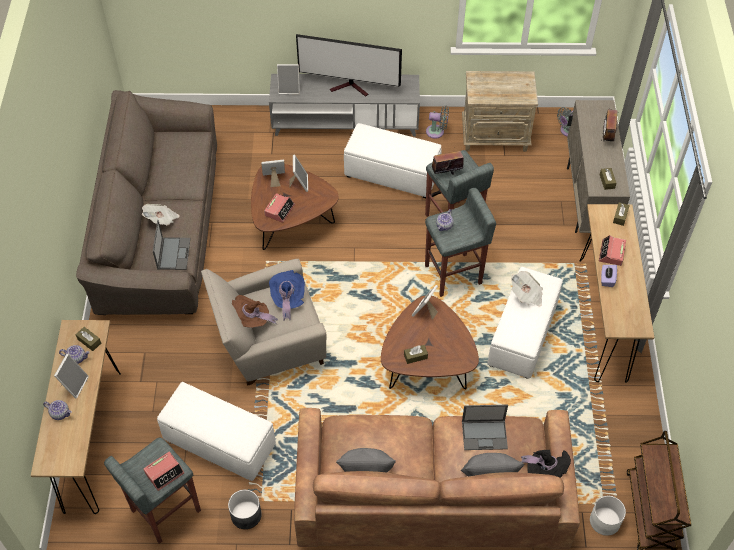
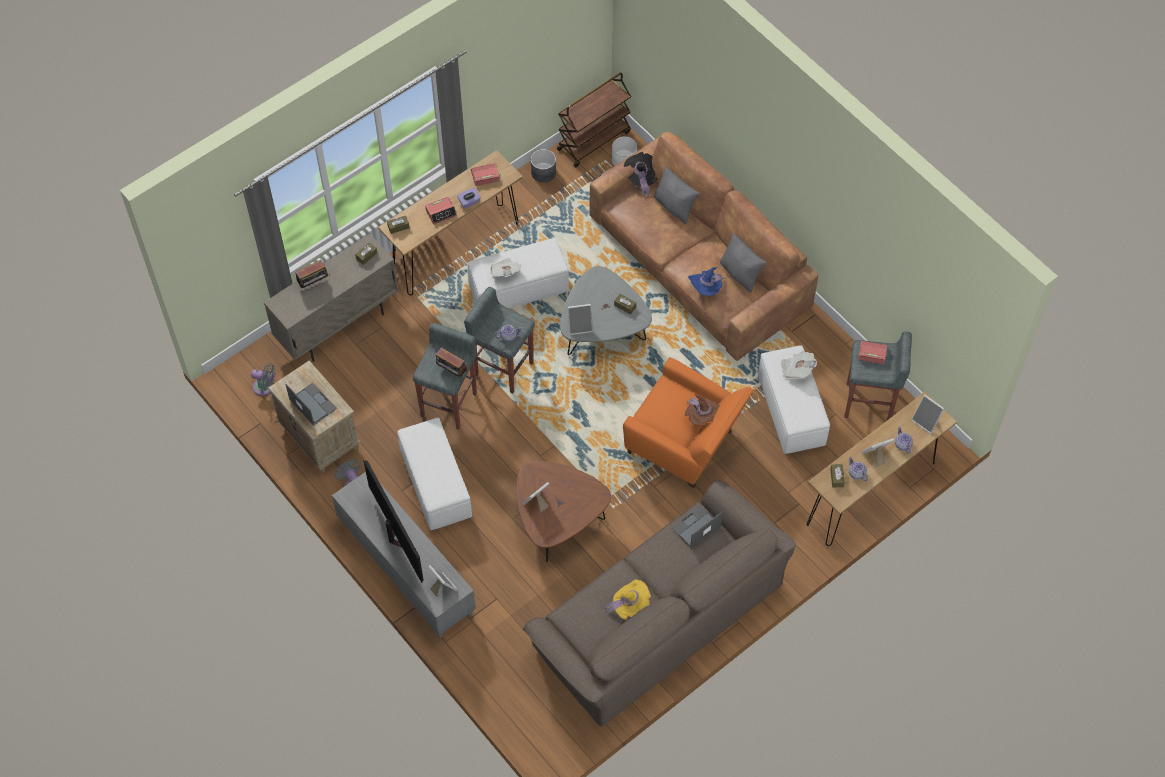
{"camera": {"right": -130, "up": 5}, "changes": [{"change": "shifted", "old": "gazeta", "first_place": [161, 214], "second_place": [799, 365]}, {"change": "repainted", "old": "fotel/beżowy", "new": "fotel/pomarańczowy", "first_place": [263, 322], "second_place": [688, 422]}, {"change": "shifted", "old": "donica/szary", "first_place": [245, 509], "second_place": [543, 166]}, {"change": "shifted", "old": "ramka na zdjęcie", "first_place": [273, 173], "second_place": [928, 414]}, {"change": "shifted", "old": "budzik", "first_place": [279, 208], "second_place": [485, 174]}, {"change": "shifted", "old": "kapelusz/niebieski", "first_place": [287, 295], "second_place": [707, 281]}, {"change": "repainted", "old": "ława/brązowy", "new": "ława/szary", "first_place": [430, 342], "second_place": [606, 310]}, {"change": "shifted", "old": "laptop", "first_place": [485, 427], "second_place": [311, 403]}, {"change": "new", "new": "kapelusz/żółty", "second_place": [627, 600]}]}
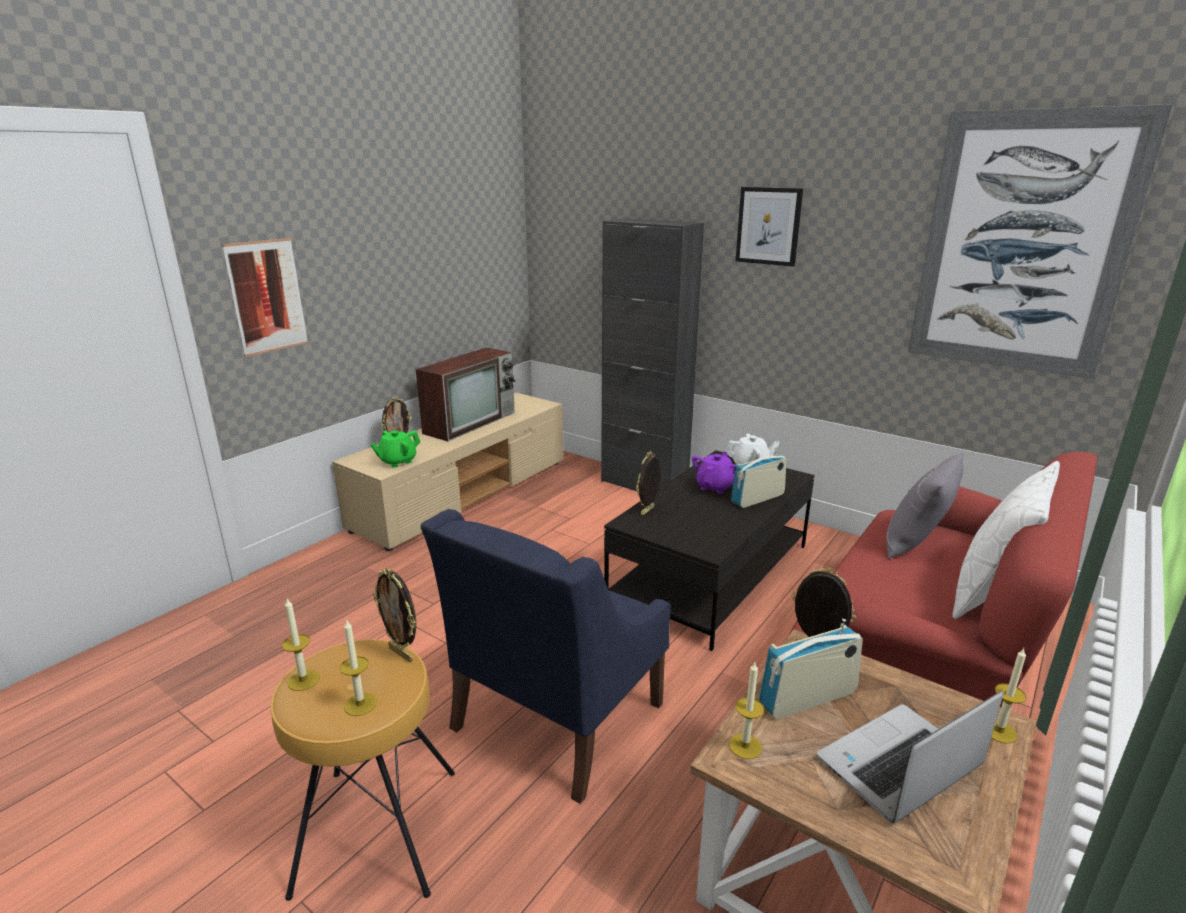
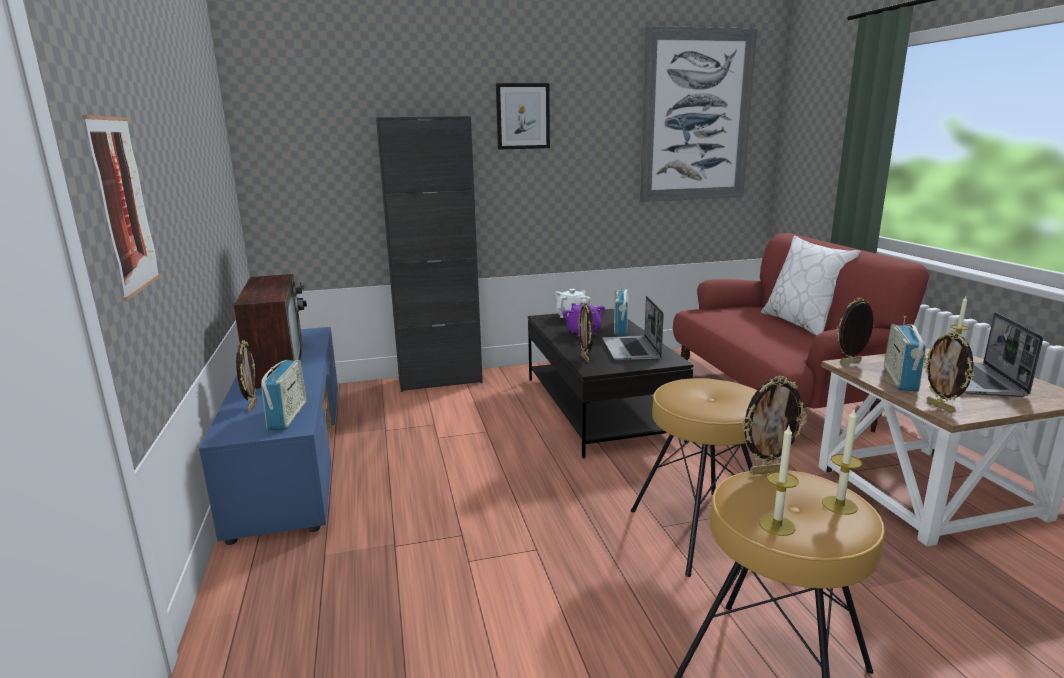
{"camera": {"right": -50, "up": -5}, "changes": [{"change": "repainted", "old": "szafka pod telewizor/beżowy", "new": "szafka pod telewizor/niebieski", "first_place": [448, 472], "second_place": [268, 436]}, {"change": "swapped", "old": "imbryk/zielony", "new": "radio", "first_place": [395, 449], "second_place": [284, 395]}, {"change": "swapped", "old": "fotel/niebieski", "new": "stołek/brązowy", "first_place": [545, 656], "second_place": [694, 477]}, {"change": "swapped", "old": "świeca", "new": "ramka na zdjęcie", "first_place": [746, 710], "second_place": [949, 372]}, {"change": "gone", "old": "poduszka/szary", "first_place": [925, 506]}, {"change": "new", "new": "laptop", "second_place": [633, 328]}]}
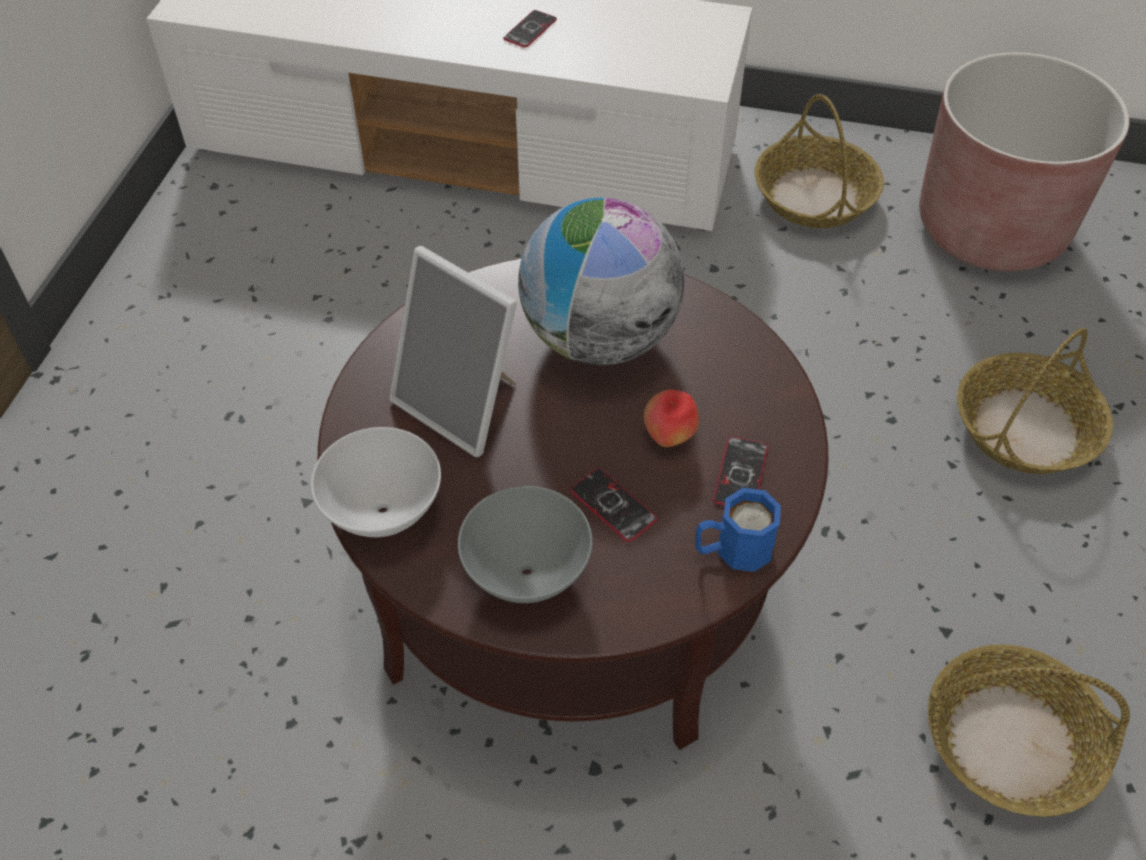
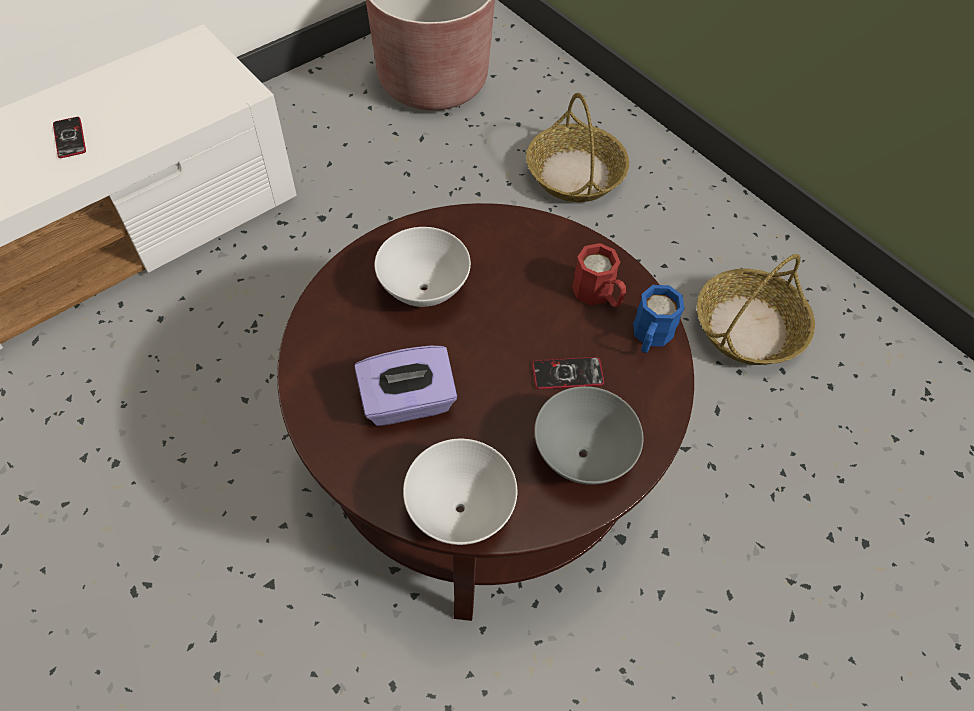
{"camera": {"right": -55, "up": 5}, "changes": [{"change": "swapped", "old": "ramka na zdjęcie", "new": "pudełko chusteczek/fioletowy", "first_place": [453, 351], "second_place": [406, 386]}, {"change": "swapped", "old": "globus", "new": "miska/biały", "first_place": [601, 281], "second_place": [422, 267]}, {"change": "gone", "old": "jabłko", "first_place": [671, 418]}, {"change": "swapped", "old": "telefon", "new": "kubek/czerwony", "first_place": [740, 471], "second_place": [599, 275]}, {"change": "gone", "old": "koszyk", "first_place": [819, 161]}]}
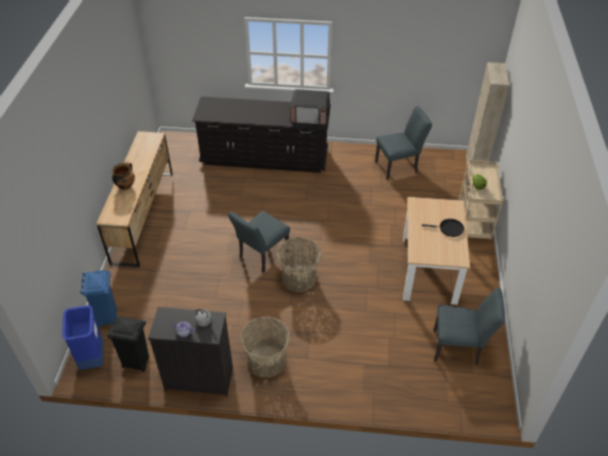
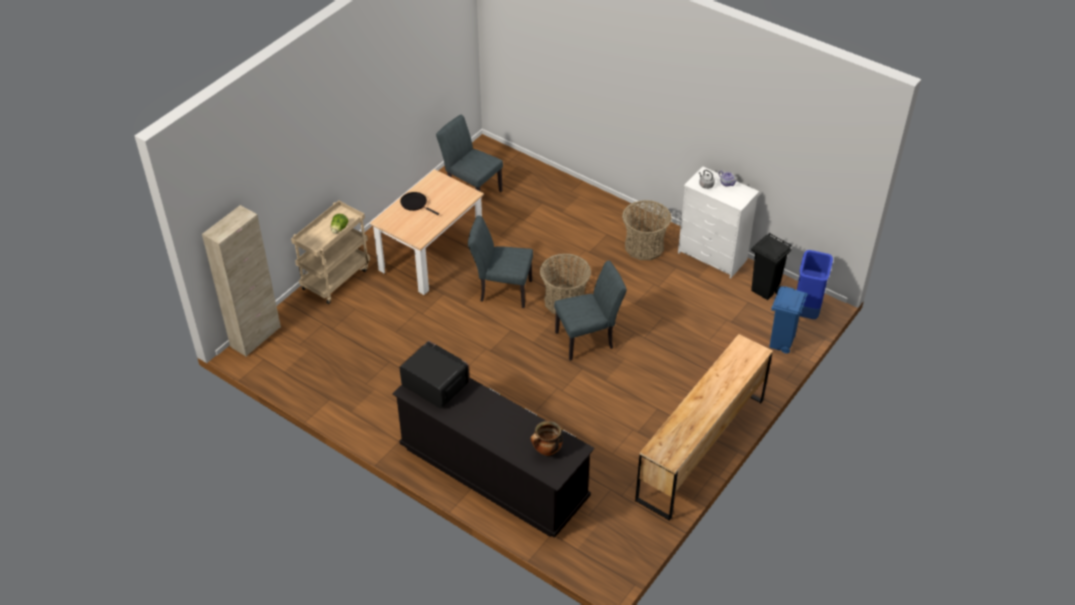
{"camera": {"right": -150, "up": 0}, "changes": [{"change": "shifted", "old": "garnek", "first_place": [123, 176], "second_place": [546, 438]}, {"change": "repainted", "old": "komoda/czarny", "new": "komoda/biały", "first_place": [190, 352], "second_place": [718, 222]}, {"change": "shifted", "old": "krzesło/szary", "first_place": [403, 143], "second_place": [500, 262]}]}
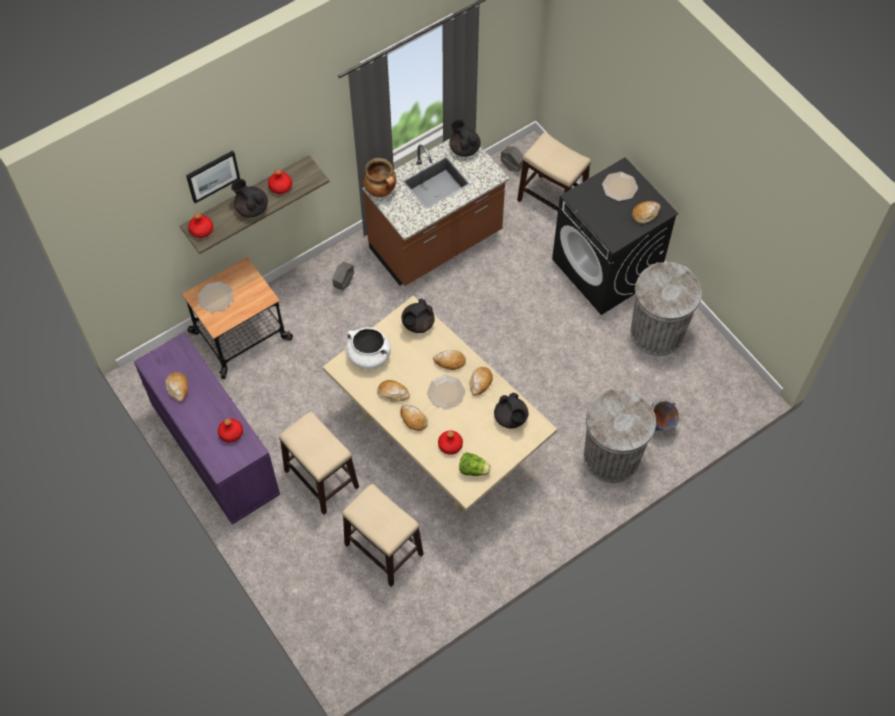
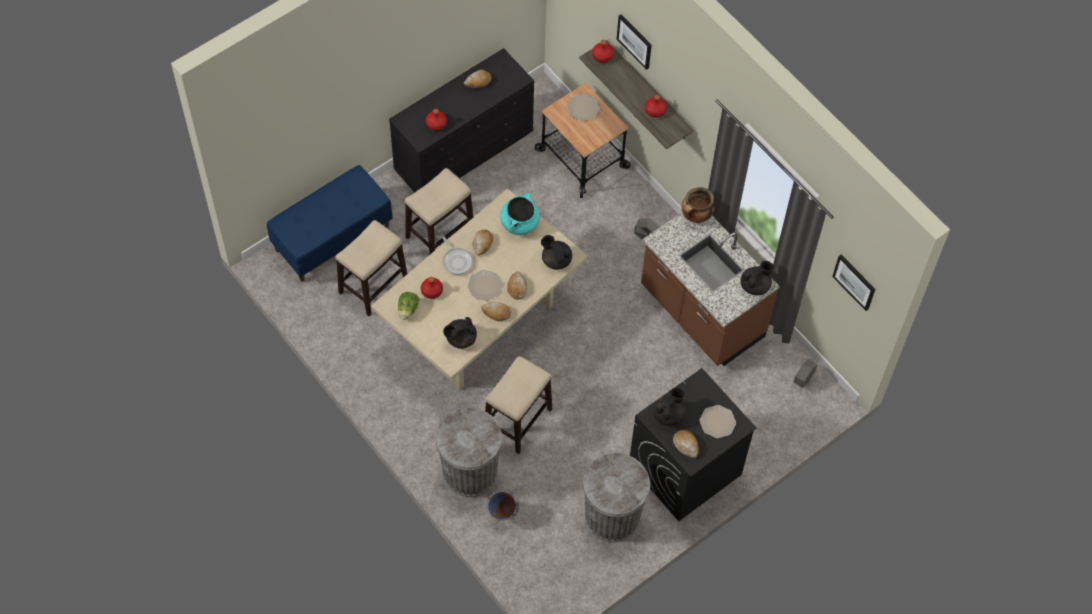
{"camera": {"right": 85, "up": 0}, "changes": [{"change": "repainted", "old": "komoda/fioletowy", "new": "komoda/czarny", "first_place": [207, 429], "second_place": [461, 120]}, {"change": "shifted", "old": "imbryk/czarny", "first_place": [249, 198], "second_place": [669, 407]}, {"change": "repainted", "old": "garnek/biały", "new": "garnek/turkusowy", "first_place": [369, 348], "second_place": [520, 214]}, {"change": "swapped", "old": "chleb", "new": "patelnia", "first_place": [414, 417], "second_place": [458, 256]}, {"change": "shifted", "old": "stołek", "first_place": [554, 171], "second_place": [518, 405]}, {"change": "new", "new": "ławka/niebieski", "second_place": [330, 223]}, {"change": "new", "new": "obraz", "second_place": [853, 283]}]}
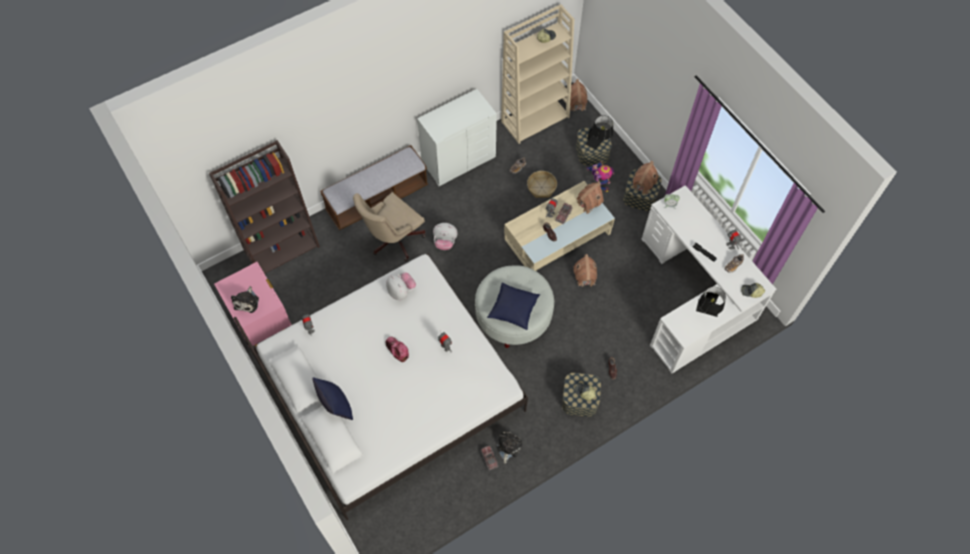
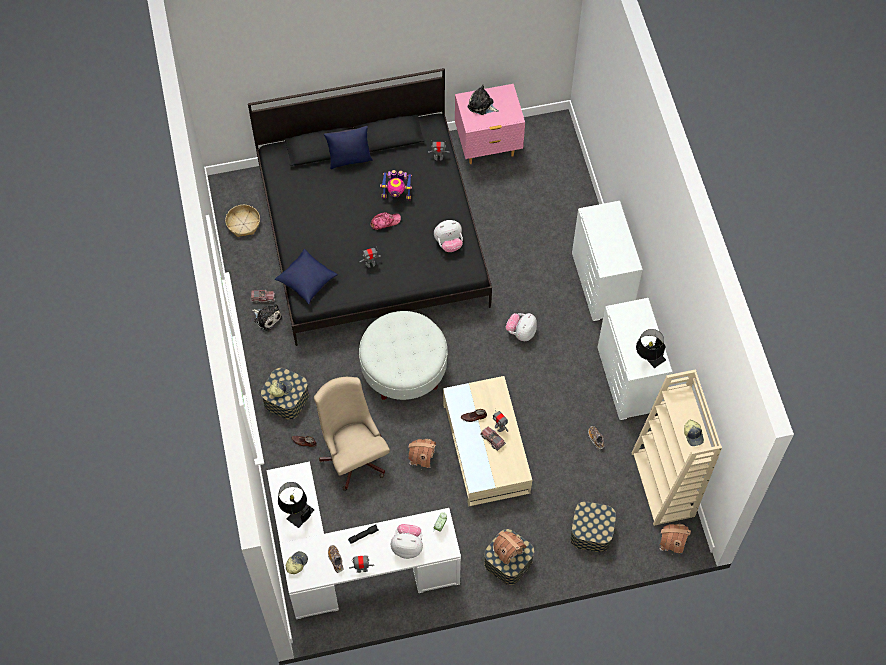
{"camera": {"right": 110, "up": 0}, "changes": [{"change": "gone", "old": "regał/brązowy", "first_place": [264, 207]}, {"change": "repainted", "old": "łóżko/biały", "new": "łóżko/czarny", "first_place": [381, 387], "second_place": [370, 207]}, {"change": "swapped", "old": "ławka", "new": "komoda/biały", "first_place": [374, 187], "second_place": [607, 261]}, {"change": "shifted", "old": "krzesło biurowe/beżowy", "first_place": [389, 227], "second_place": [352, 434]}, {"change": "shifted", "old": "poduszka/niebieski", "first_place": [513, 306], "second_place": [306, 276]}, {"change": "shifted", "old": "koszyk", "first_place": [542, 184], "second_place": [242, 221]}, {"change": "gone", "old": "domek", "first_place": [590, 197]}, {"change": "shifted", "old": "lampa stołowa/czarny", "first_place": [599, 132], "second_place": [651, 348]}, {"change": "shifted", "old": "robot zabawkowy", "first_place": [600, 177], "second_place": [396, 185]}, {"change": "new", "new": "pluszak", "second_place": [407, 541]}]}
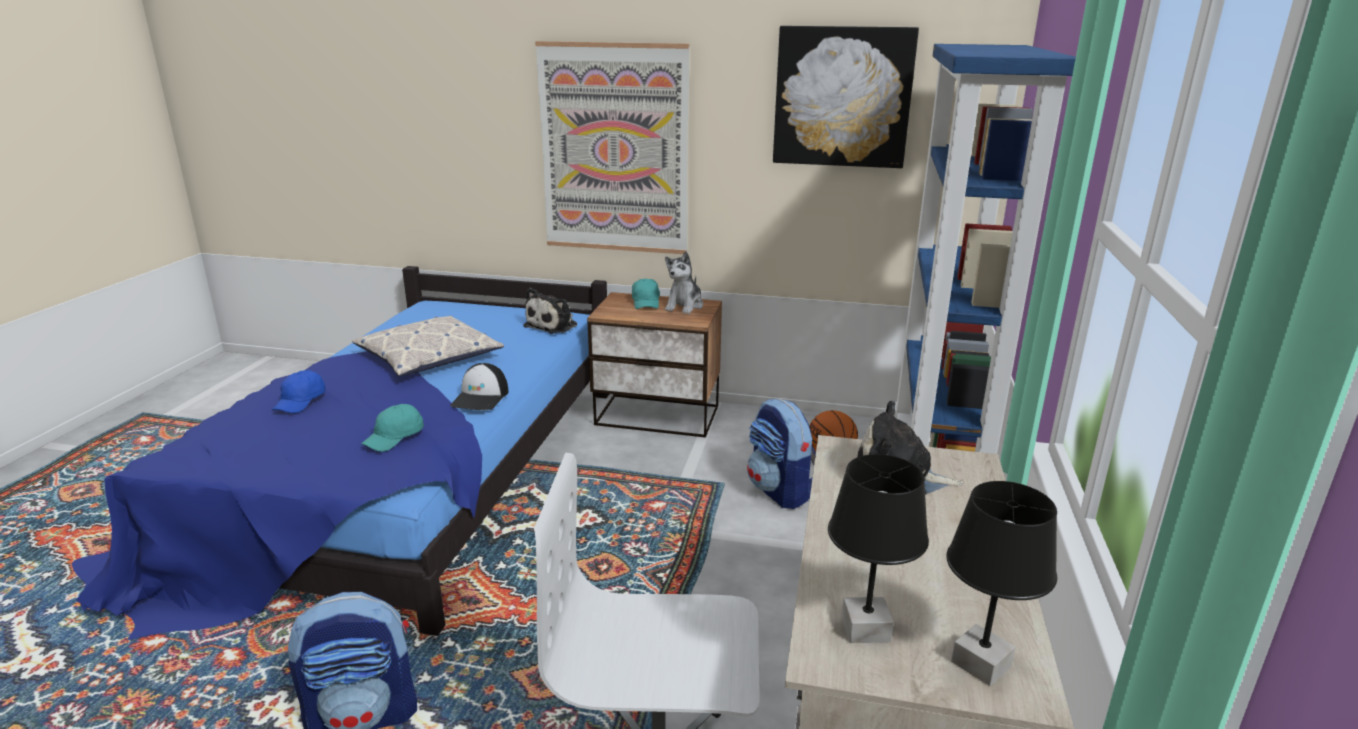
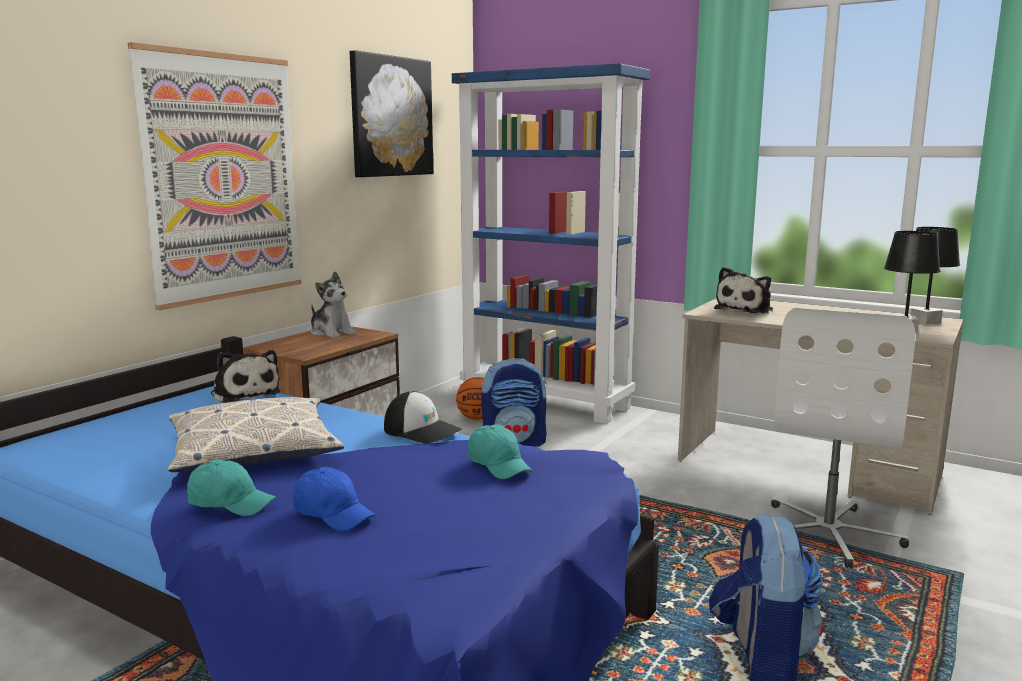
{"camera": {"right": -70, "up": -10}, "changes": [{"change": "shifted", "old": "czapka z daszkiem/turkusowy", "first_place": [646, 293], "second_place": [231, 488]}]}
